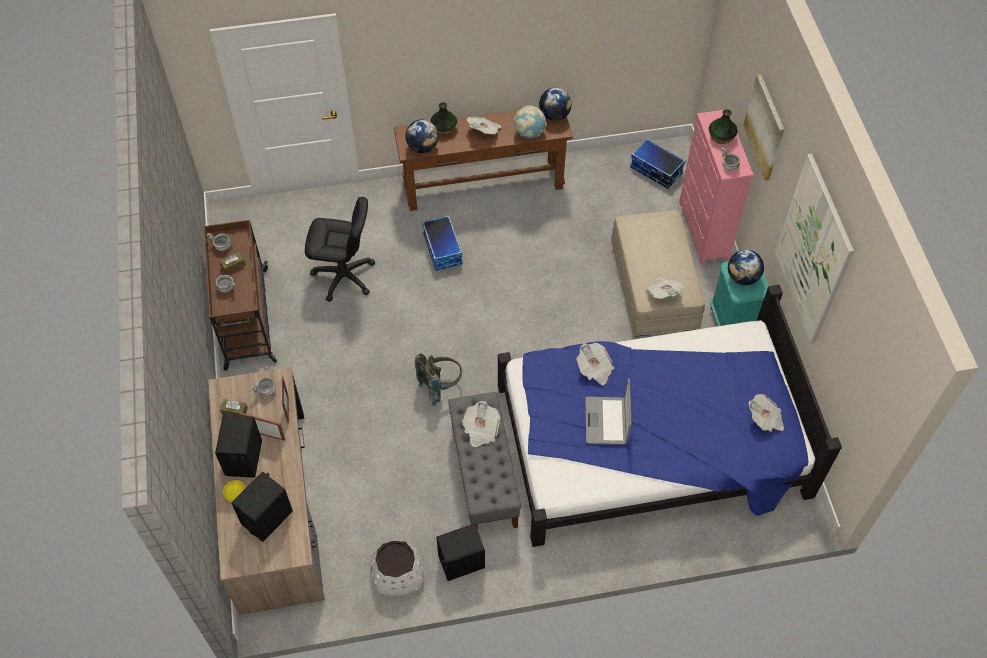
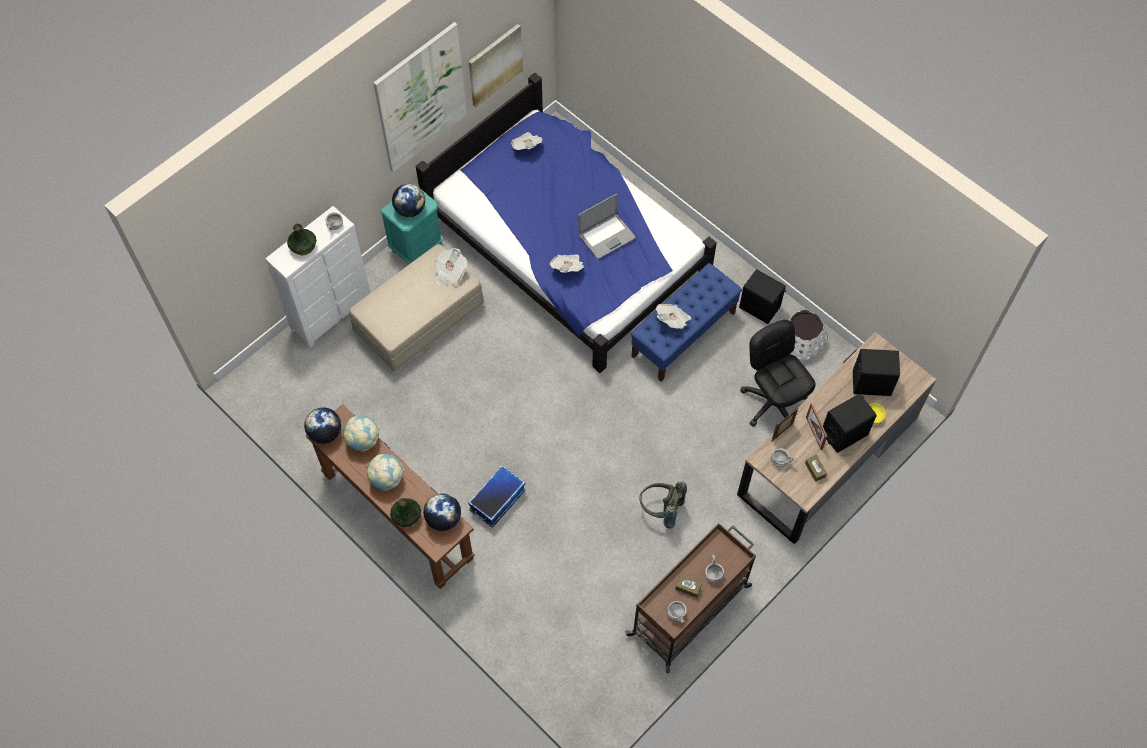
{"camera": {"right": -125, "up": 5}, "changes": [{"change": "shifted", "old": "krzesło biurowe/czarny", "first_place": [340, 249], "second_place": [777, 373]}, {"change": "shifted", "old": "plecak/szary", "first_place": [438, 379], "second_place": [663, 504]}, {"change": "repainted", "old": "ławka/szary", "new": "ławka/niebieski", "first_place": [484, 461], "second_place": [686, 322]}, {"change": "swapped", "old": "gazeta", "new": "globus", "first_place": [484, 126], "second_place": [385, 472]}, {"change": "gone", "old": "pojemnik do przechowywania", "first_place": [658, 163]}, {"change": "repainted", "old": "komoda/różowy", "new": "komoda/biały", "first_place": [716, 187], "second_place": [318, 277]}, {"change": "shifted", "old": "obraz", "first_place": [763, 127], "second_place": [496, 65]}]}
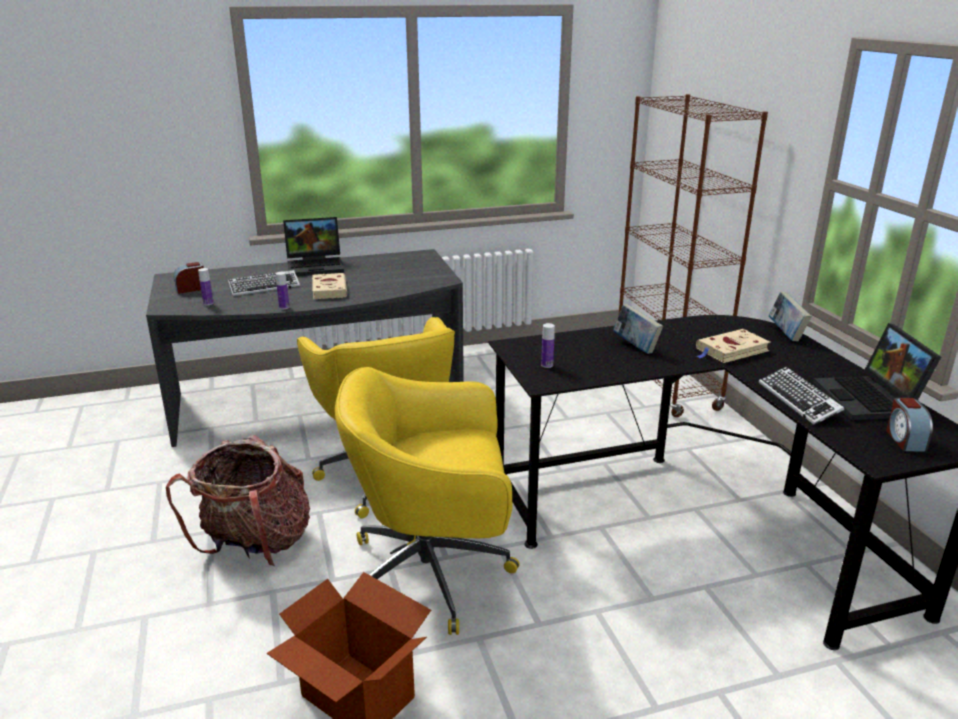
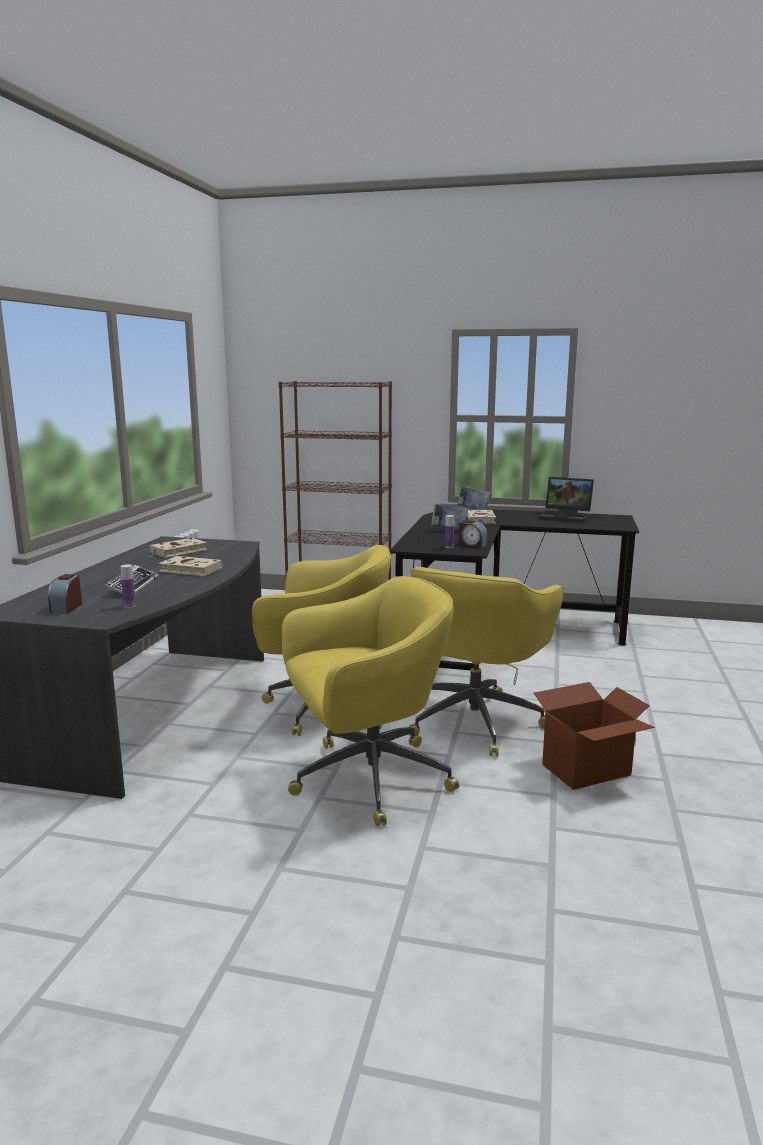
{"camera": {"right": -60, "up": -10}, "changes": [{"change": "swapped", "old": "plecak", "new": "krzesło biurowe/żółty", "first_place": [238, 500], "second_place": [370, 701]}, {"change": "gone", "old": "butelka", "first_place": [282, 290]}, {"change": "gone", "old": "laptop", "first_place": [313, 246]}, {"change": "gone", "old": "klawiatura", "first_place": [801, 396]}, {"change": "shifted", "old": "budzik", "first_place": [909, 425], "second_place": [473, 534]}, {"change": "new", "new": "książka/beżowy", "second_place": [177, 548]}]}
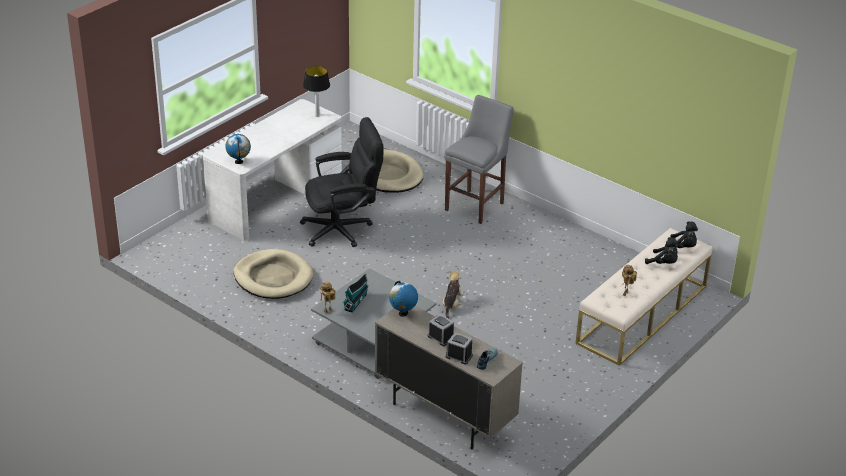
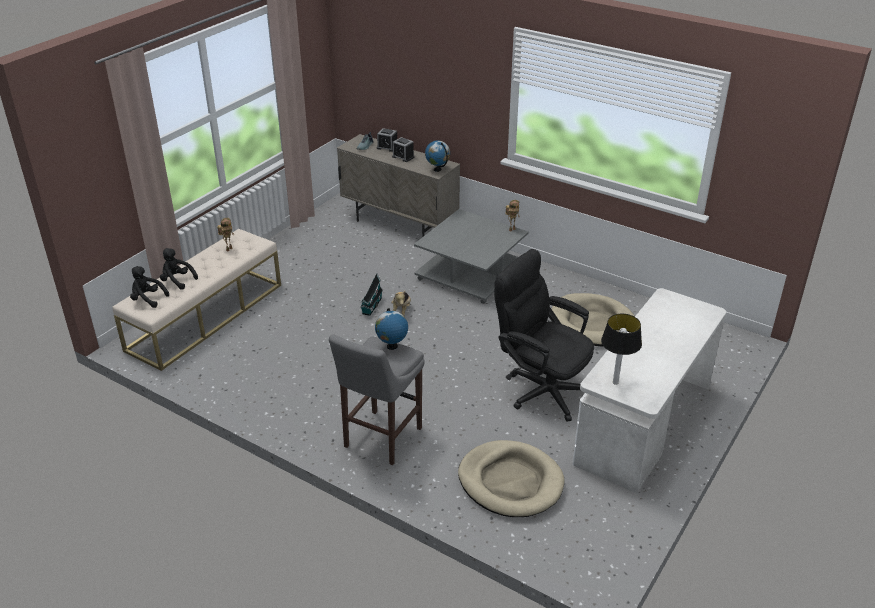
{"camera": {"right": 175, "up": 0}, "changes": [{"change": "shifted", "old": "globus", "first_place": [238, 149], "second_place": [391, 329]}, {"change": "rotated", "old": "krzesło biurowe/czarny", "first_place": [342, 182], "second_place": [544, 335], "degrees": 60}, {"change": "shifted", "old": "domek", "first_place": [355, 293], "second_place": [371, 294]}]}
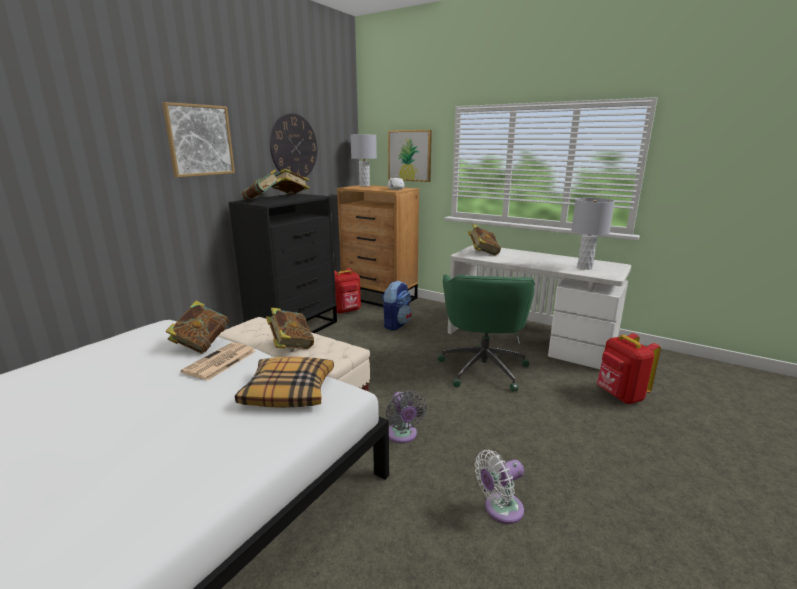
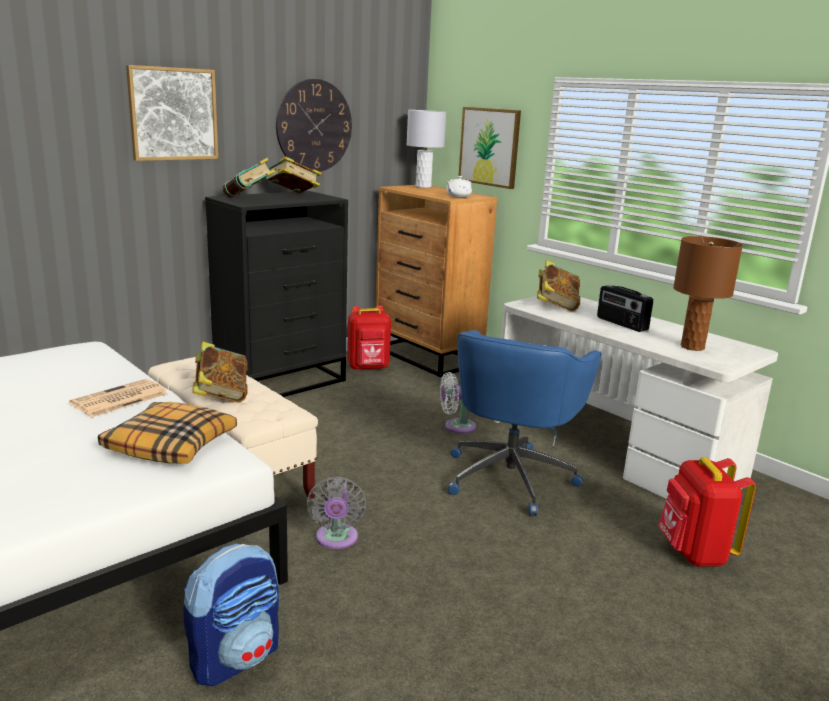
{"camera": {"right": 15, "up": 0}, "changes": [{"change": "gone", "old": "książka", "first_place": [197, 327]}, {"change": "shifted", "old": "plecak", "first_place": [396, 306], "second_place": [231, 614]}, {"change": "repainted", "old": "krzesło biurowe/zielony", "new": "krzesło biurowe/niebieski", "first_place": [486, 332], "second_place": [524, 423]}, {"change": "shifted", "old": "wentylator/biały", "first_place": [499, 487], "second_place": [458, 403]}, {"change": "repainted", "old": "lampa stołowa/szary", "new": "lampa stołowa/brązowy", "first_place": [593, 234], "second_place": [708, 293]}, {"change": "new", "new": "radio", "second_place": [625, 308]}]}
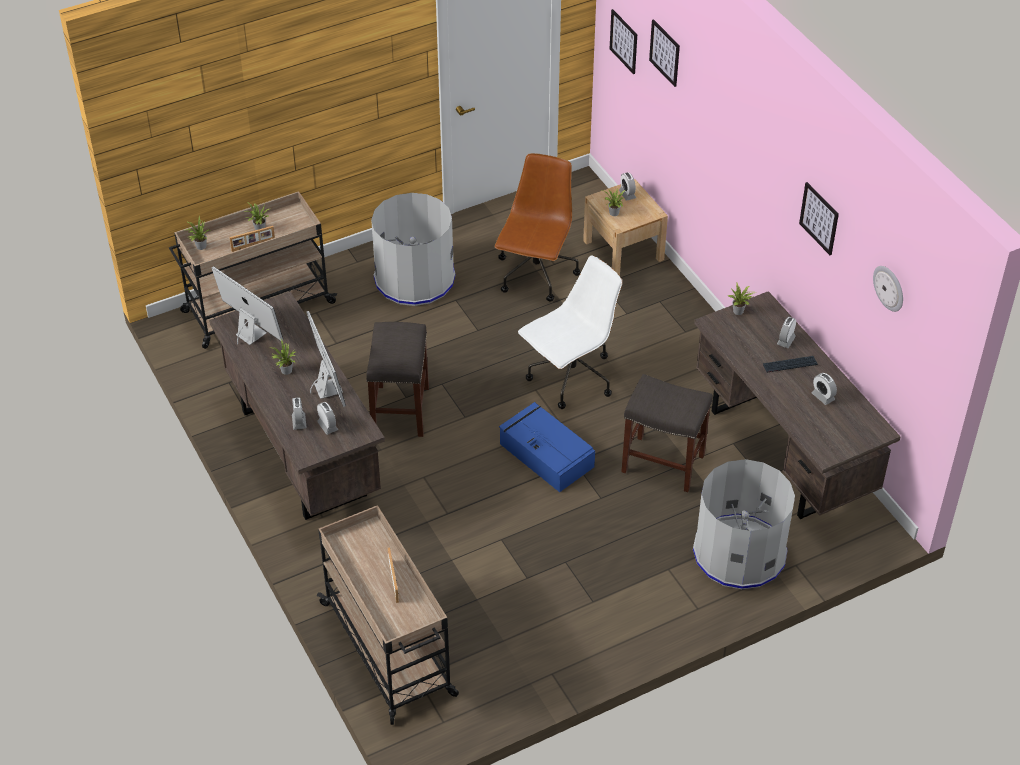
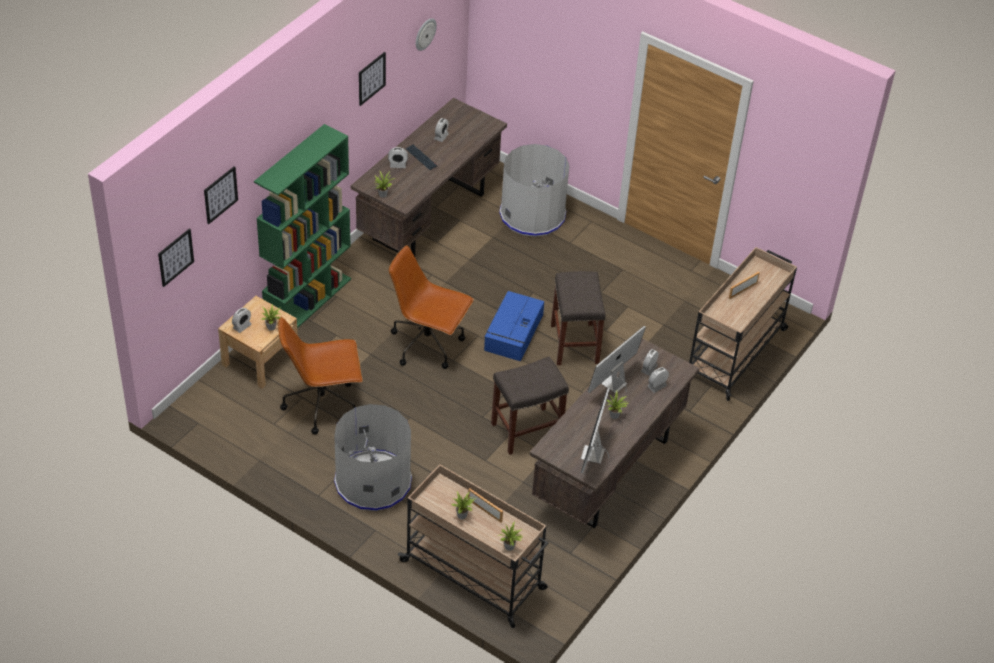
{"camera": {"right": -120, "up": 0}, "changes": [{"change": "repainted", "old": "krzesło biurowe/biały", "new": "krzesło biurowe/brązowy", "first_place": [570, 332], "second_place": [431, 307]}, {"change": "shifted", "old": "stołek/szary", "first_place": [667, 433], "second_place": [578, 318]}, {"change": "new", "new": "regał/zielony", "second_place": [302, 226]}]}
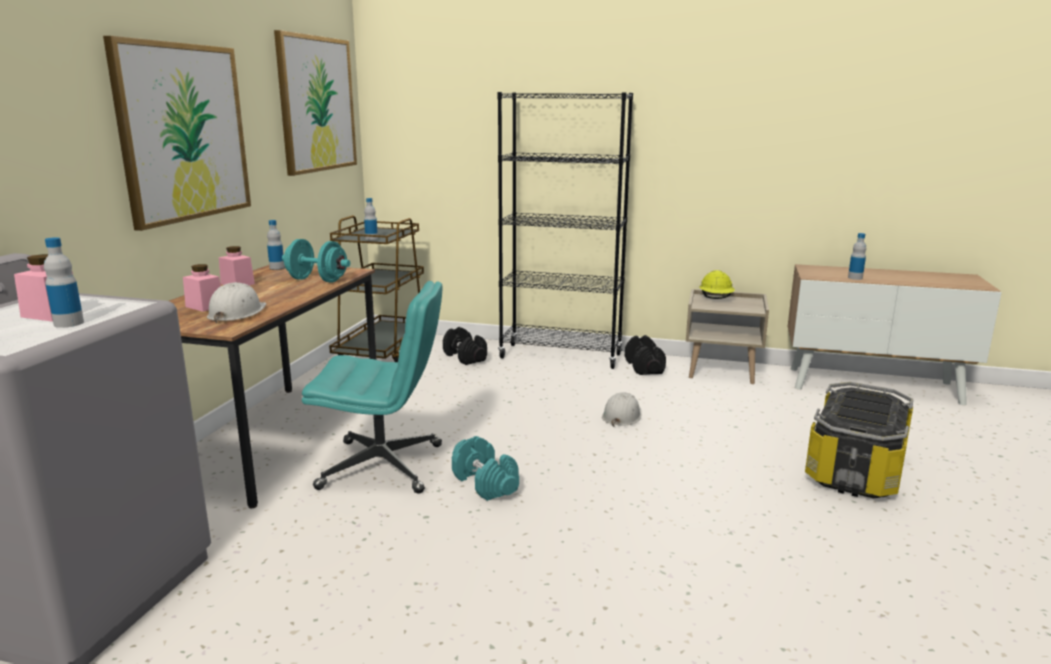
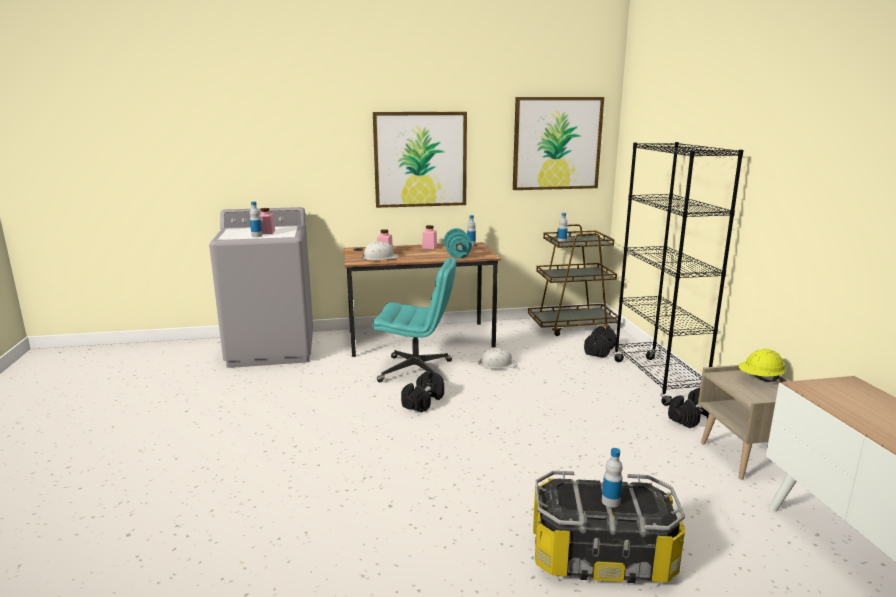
{"camera": {"right": 65, "up": 0}, "changes": [{"change": "rotated", "old": "krzesło biurowe/turkusowy", "first_place": [372, 387], "second_place": [414, 320], "degrees": -60}, {"change": "repainted", "old": "hantel/turkusowy", "new": "hantel/czarny", "first_place": [485, 468], "second_place": [422, 391]}, {"change": "shifted", "old": "kask/biały", "first_place": [622, 409], "second_place": [498, 358]}, {"change": "shifted", "old": "butelka", "first_place": [857, 256], "second_place": [612, 478]}]}
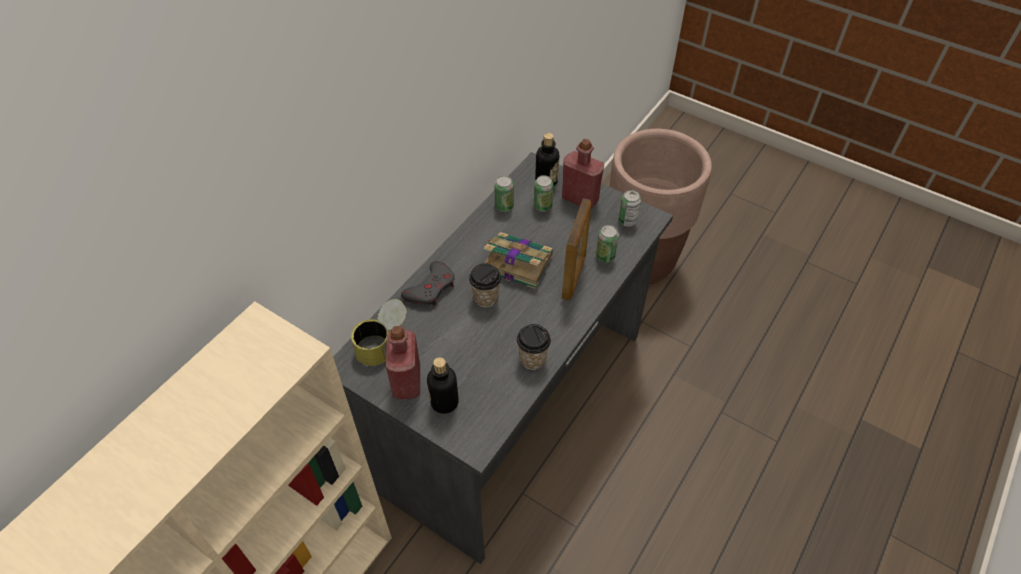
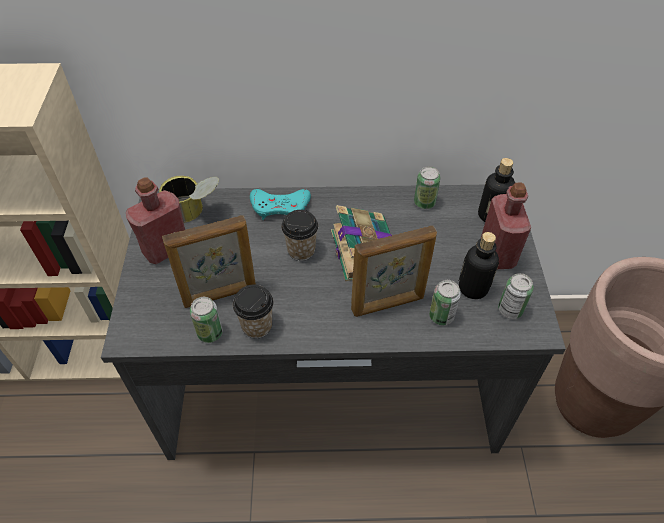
{"camera": {"right": 55, "up": 0}, "changes": [{"change": "repainted", "old": "pad do gier/szary", "new": "pad do gier/turkusowy", "first_place": [428, 283], "second_place": [280, 204]}, {"change": "shifted", "old": "butelka", "first_place": [443, 385], "second_place": [479, 265]}, {"change": "shifted", "old": "puszka", "first_place": [544, 193], "second_place": [206, 320]}, {"change": "new", "new": "ramka na zdjęcie", "second_place": [209, 261]}]}
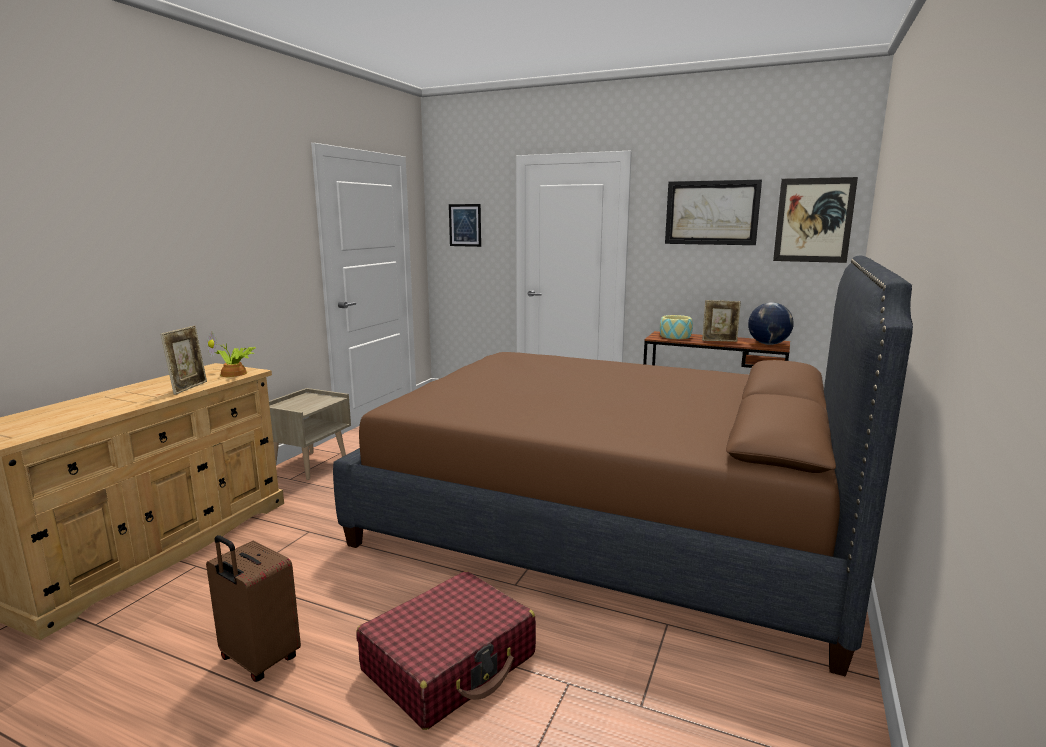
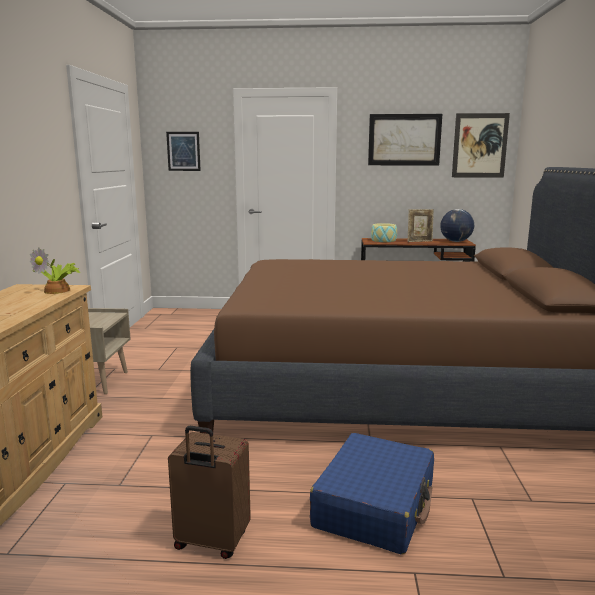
{"camera": {"right": -20, "up": 0}, "changes": [{"change": "gone", "old": "ramka na zdjęcie", "first_place": [184, 360]}, {"change": "repainted", "old": "walizka/czerwony", "new": "walizka/niebieski", "first_place": [446, 650], "second_place": [372, 494]}]}
